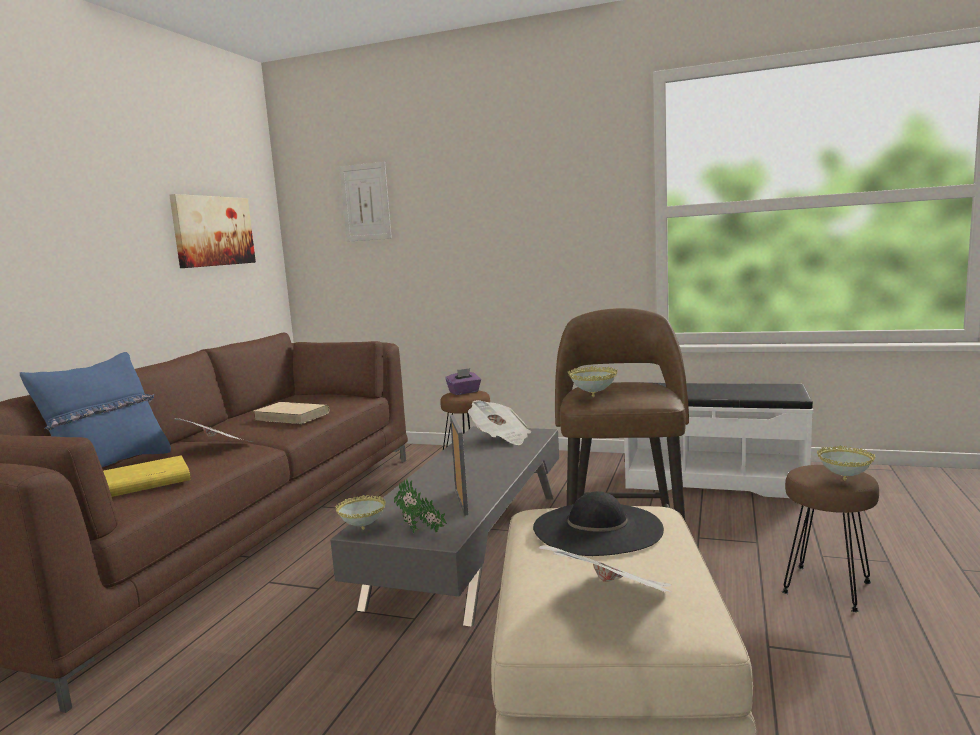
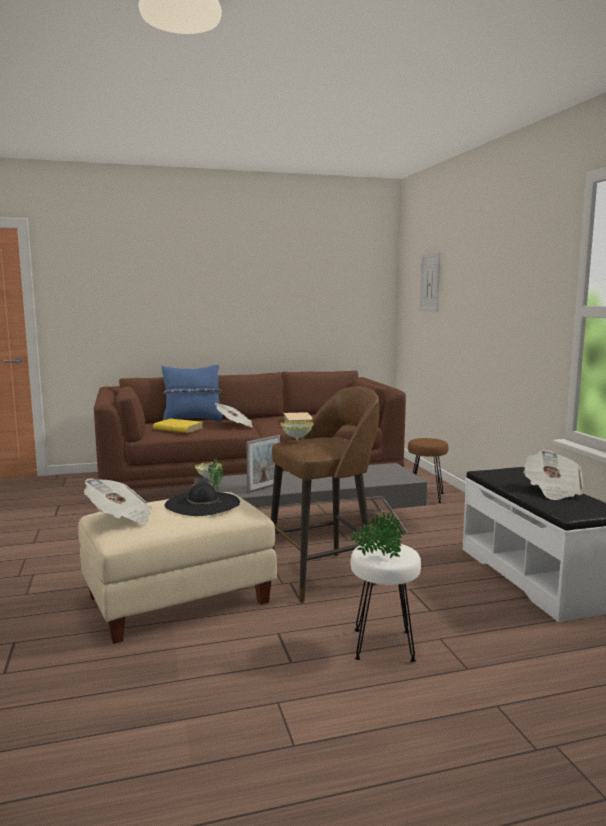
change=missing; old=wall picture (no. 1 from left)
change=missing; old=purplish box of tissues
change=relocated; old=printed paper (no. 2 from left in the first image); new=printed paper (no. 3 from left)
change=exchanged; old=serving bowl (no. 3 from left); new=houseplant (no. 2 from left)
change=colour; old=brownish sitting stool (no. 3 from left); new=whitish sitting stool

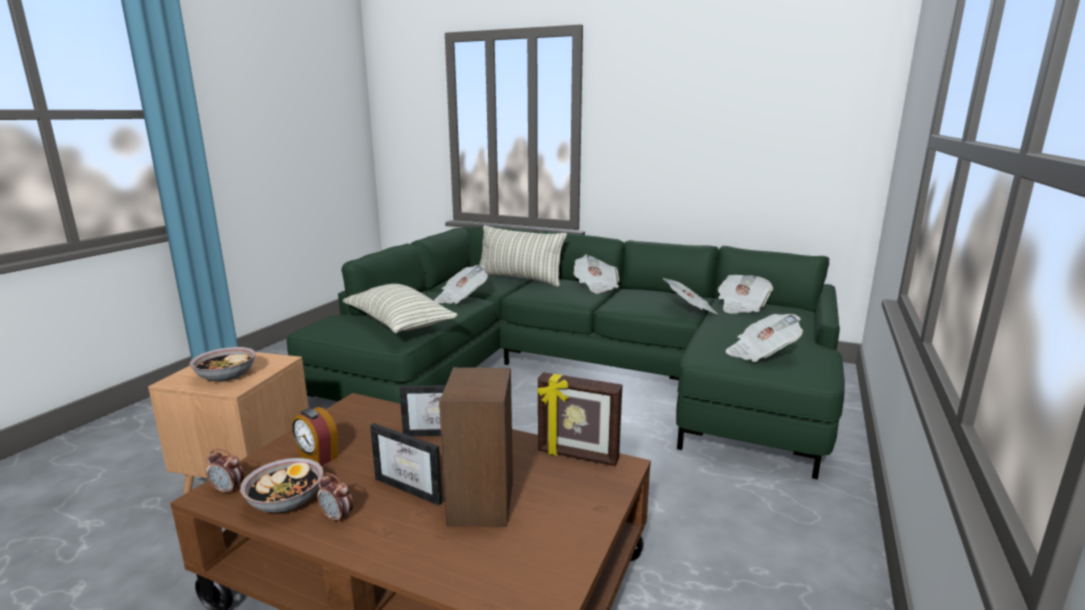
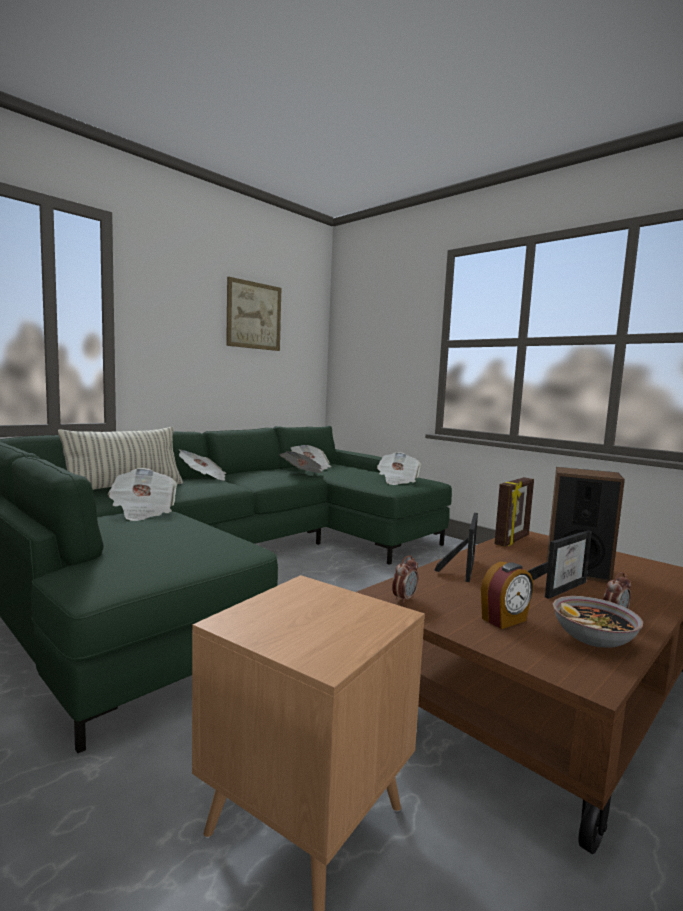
change=missing; old=serving bowl (no. 1 from left)
change=missing; old=cushion (no. 1 from left)
change=appeared; new=wall picture
change=relocated; old=table clock (no. 1 from left)

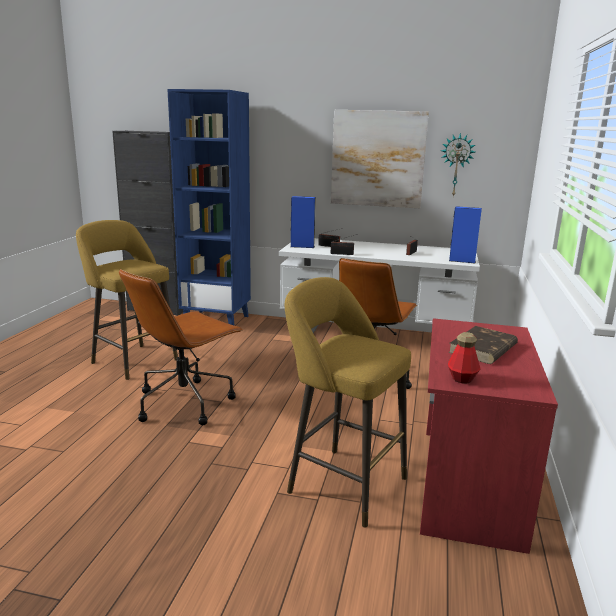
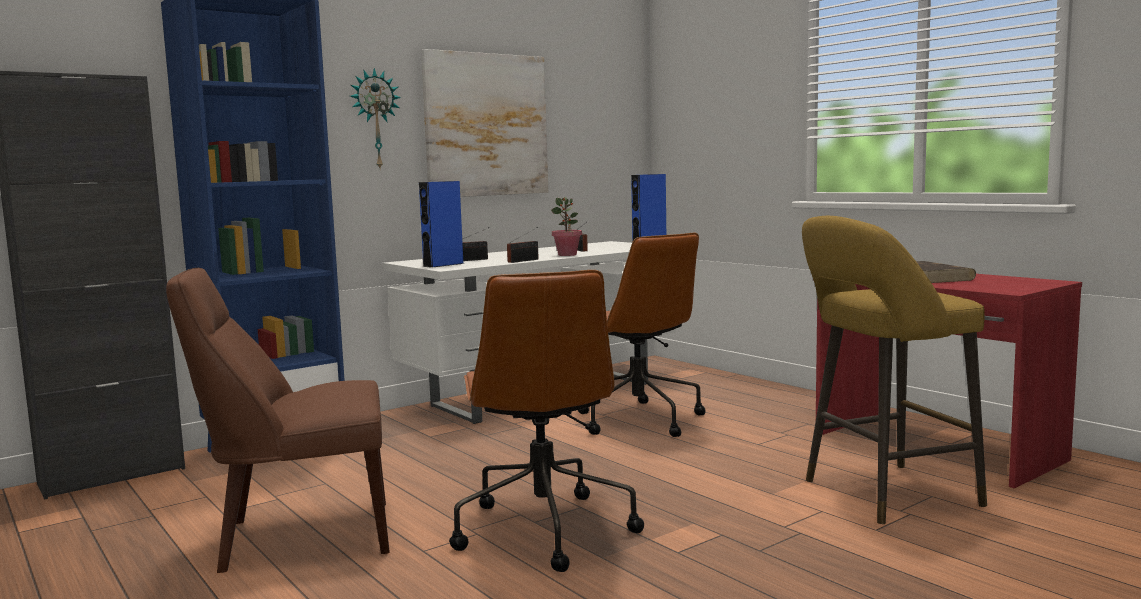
change=missing; old=bottle
change=appeared; new=houseplant
change=relocated; old=clock on the wall
change=exchanged; old=yellow-coloured sitting stool (no. 1 from left); new=brownish plain chair

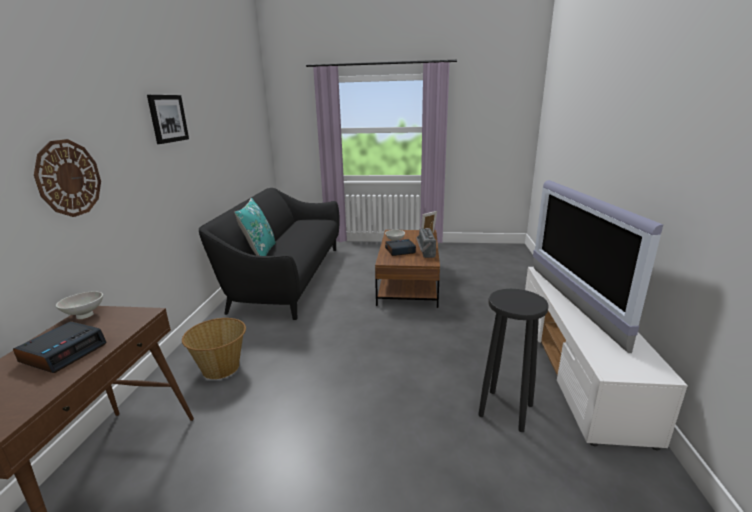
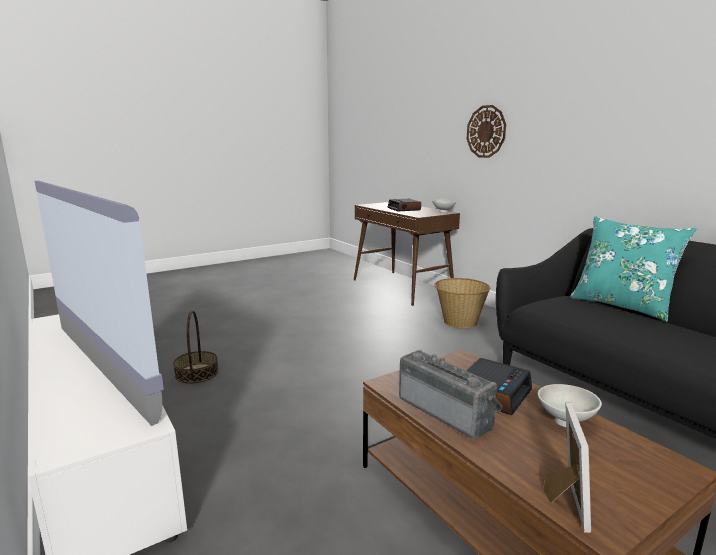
change=missing; old=wall picture
change=exchanged; old=black sitting stool; new=basket (no. 1 from left)

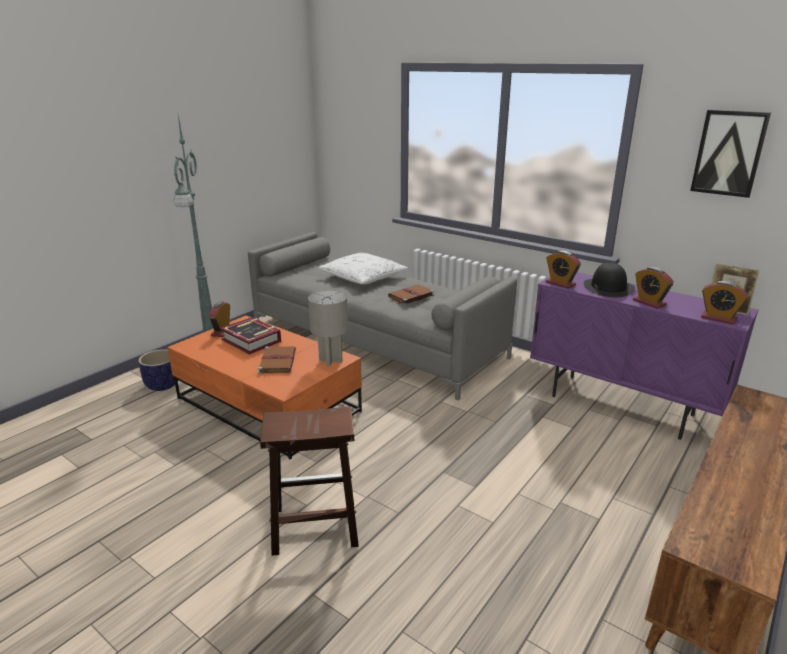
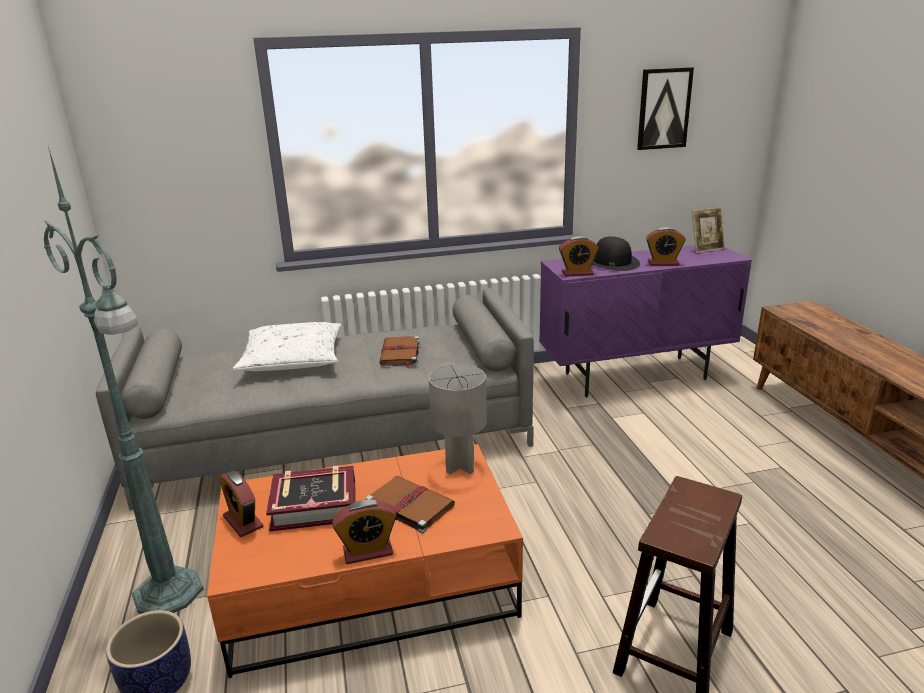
change=relocated; old=table clock (no. 4 from left in the first image); new=table clock (no. 2 from left)

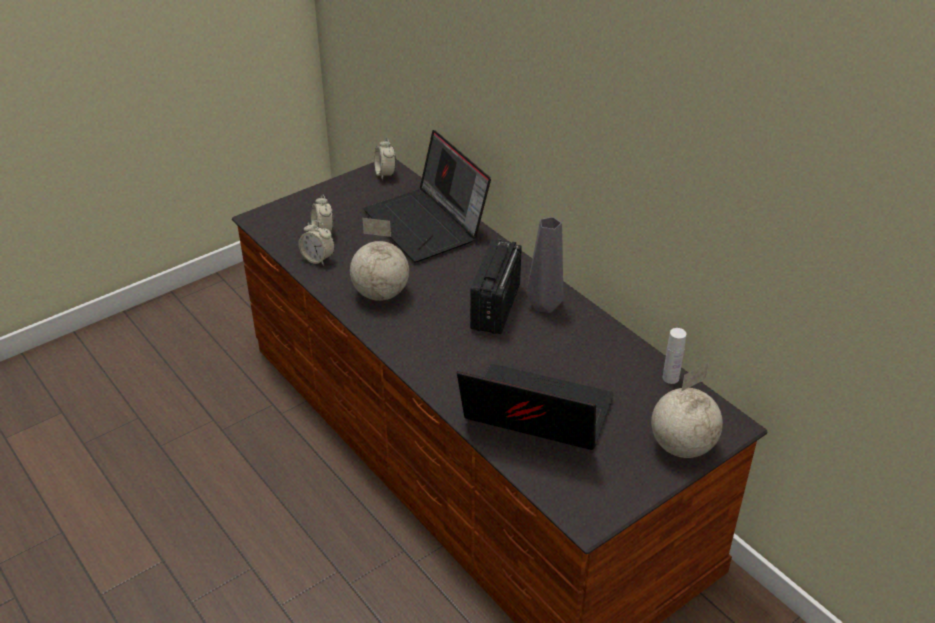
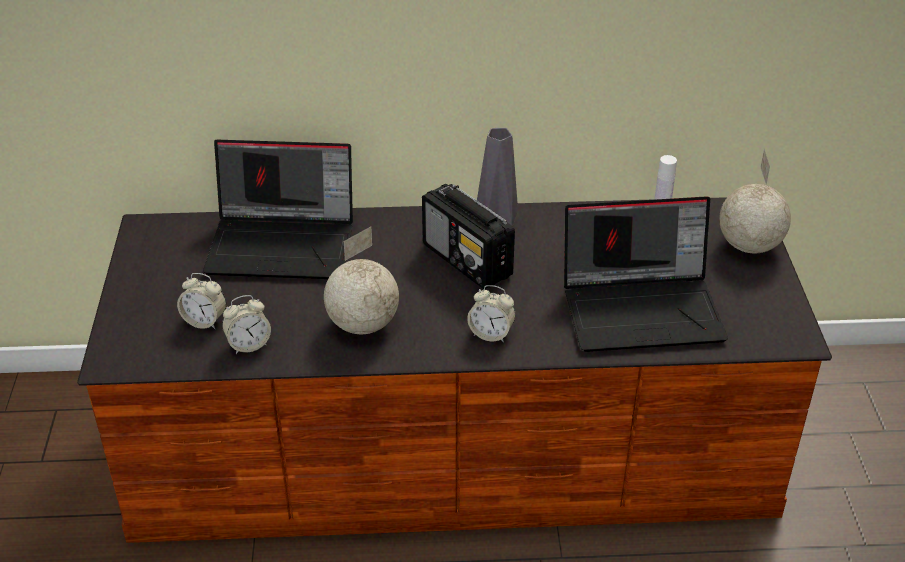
change=relocated; old=table clock (no. 3 from left)
change=spun; old=notebook computer (no. 2 from left); degrees=-150

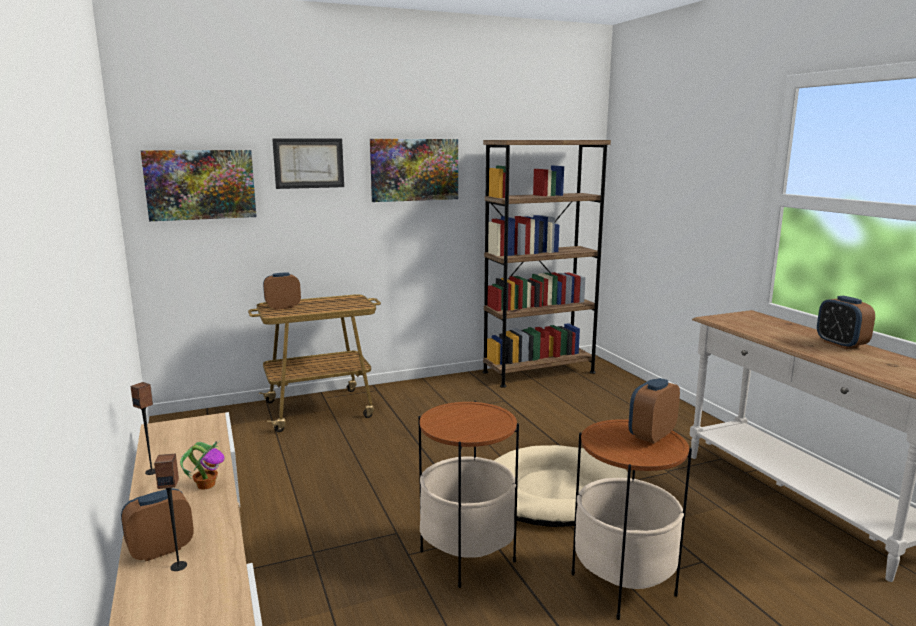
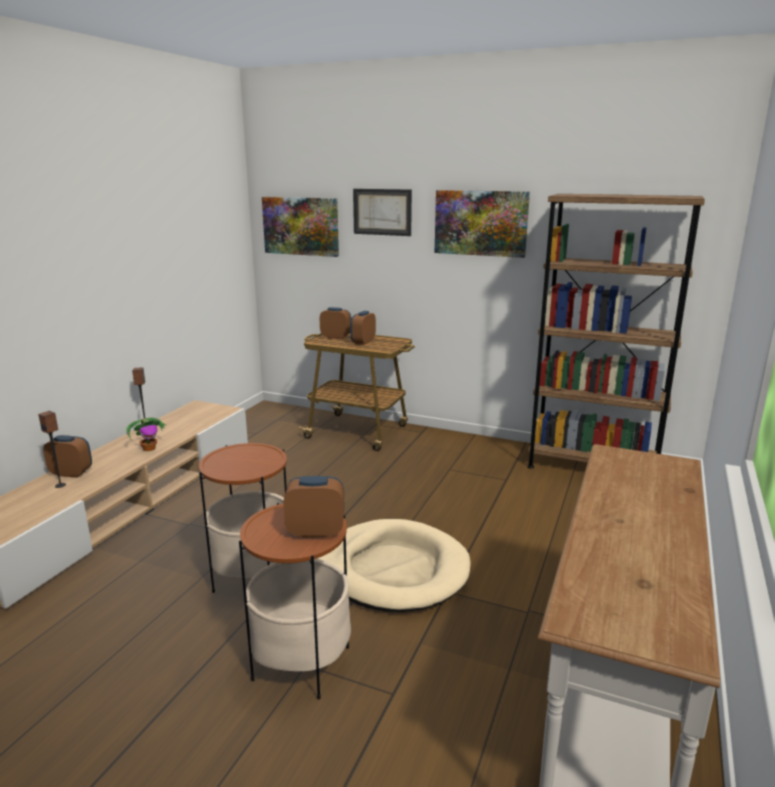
change=relocated; old=table clock (no. 4 from left)

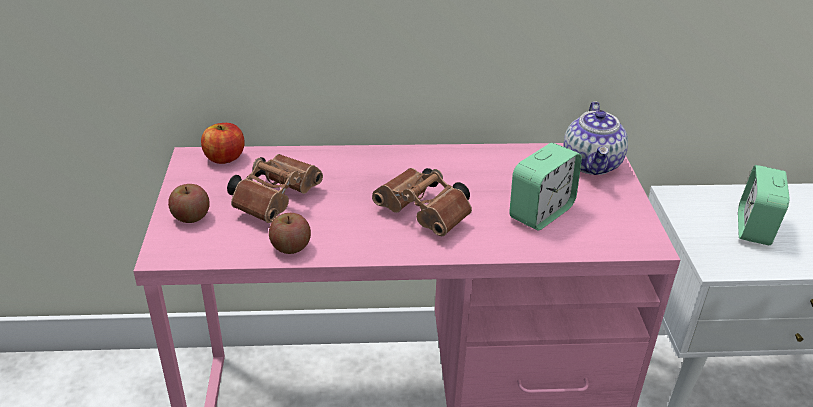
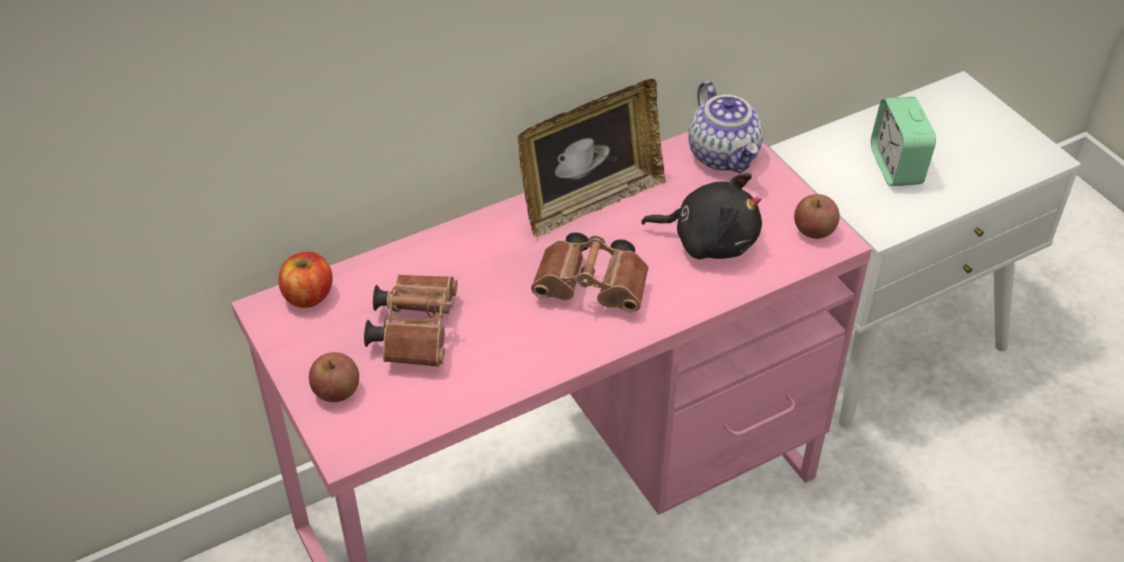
change=appeared; new=standing frame
change=relocated; old=apple fruit (no. 3 from left)
change=exchanged; old=table clock (no. 1 from left); new=black plush toy

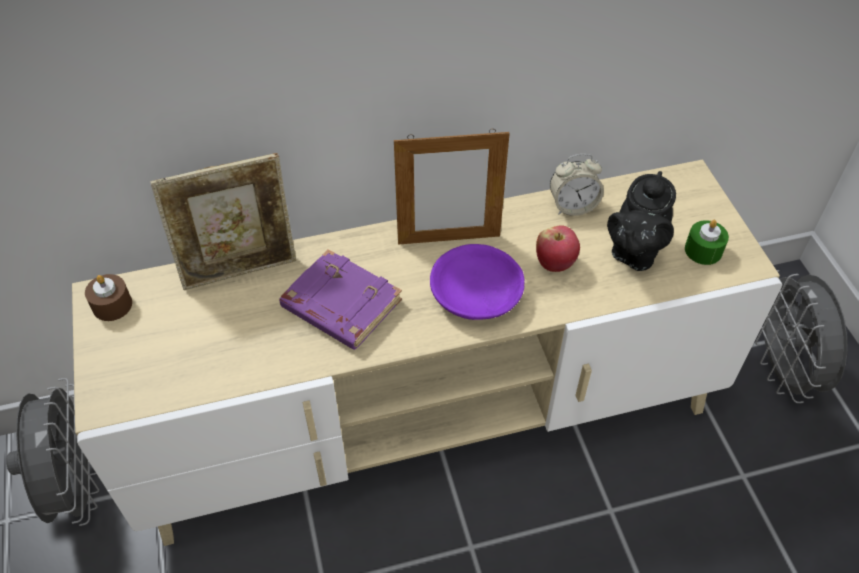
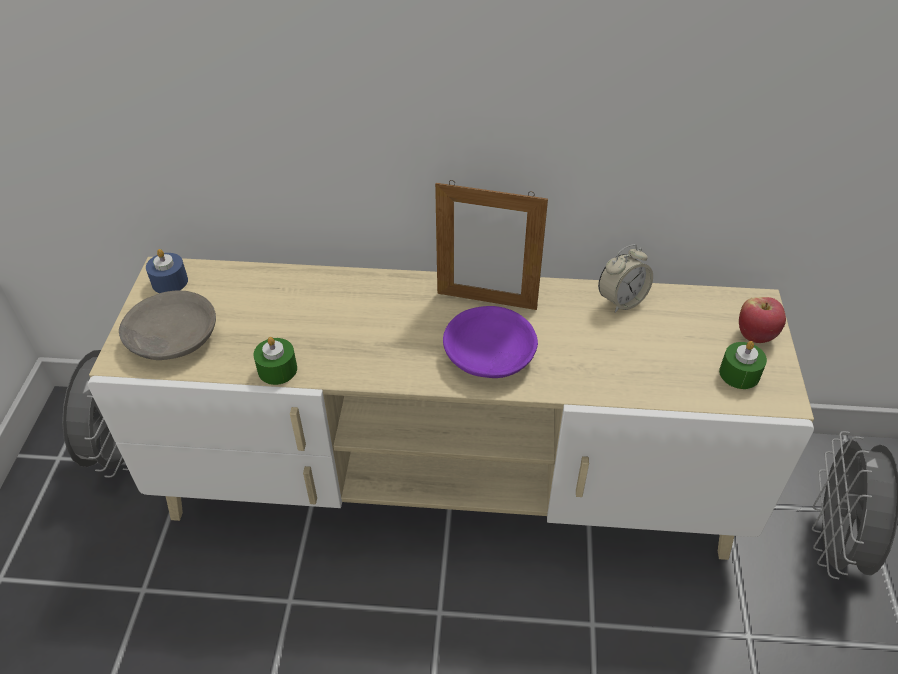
change=missing; old=standing frame (no. 1 from left)
change=missing; old=purplish volume
change=missing; old=black teapot
change=appeared; new=gray serving bowl
change=appeared; new=green-coloured wax candle (no. 1 from left)
change=relocated; old=apple fruit
change=colour; old=brownish wax candle; new=blue-coloured wax candle
change=spun; old=table clock; degrees=-45

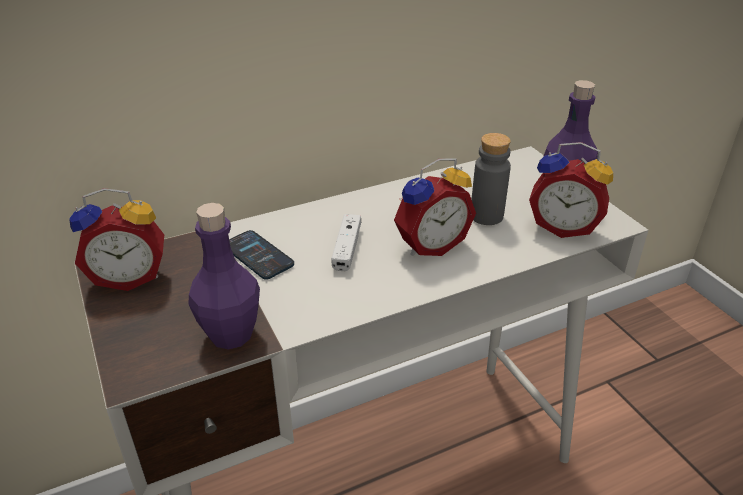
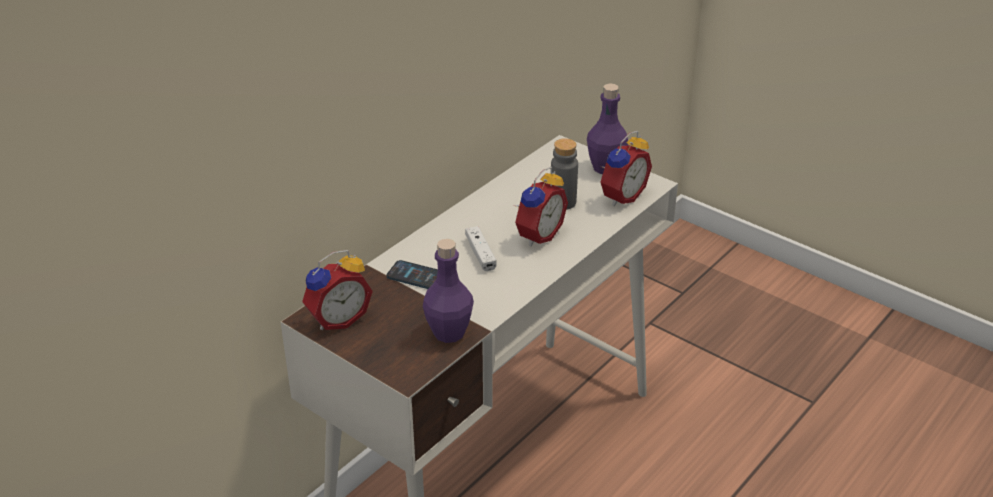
change=spun; old=table clock (no. 3 from left); degrees=-45

